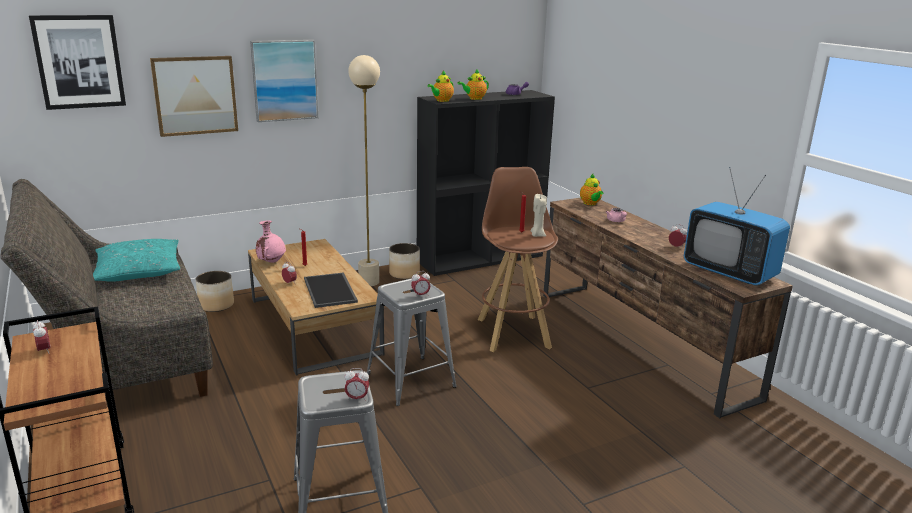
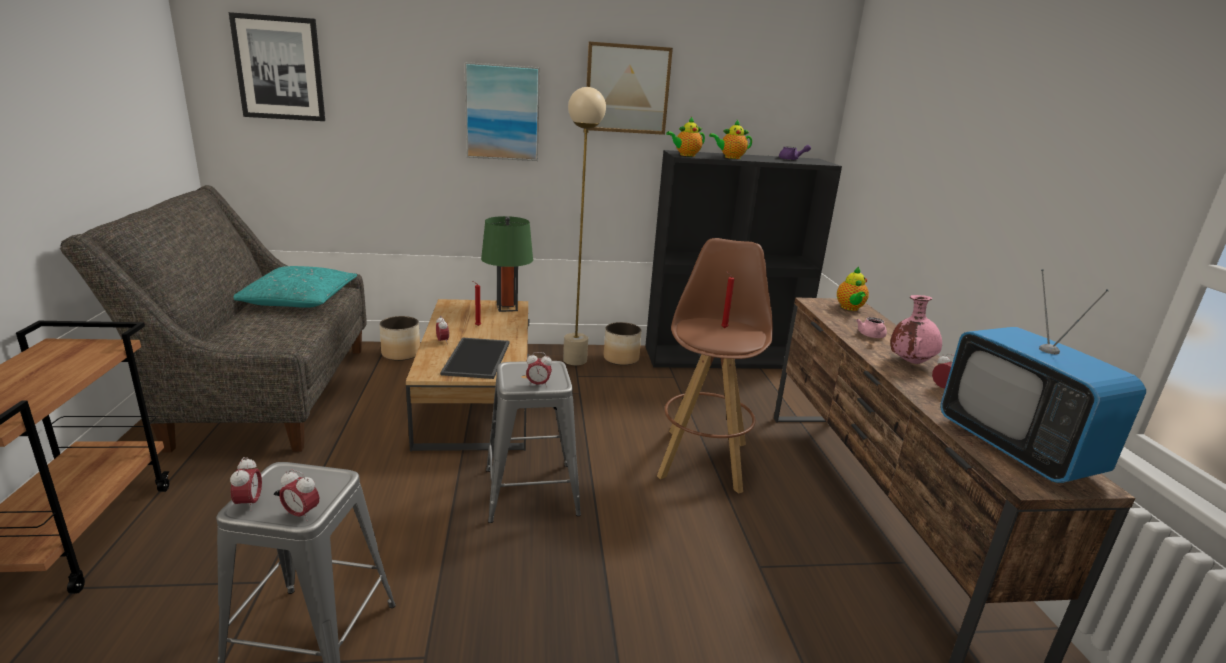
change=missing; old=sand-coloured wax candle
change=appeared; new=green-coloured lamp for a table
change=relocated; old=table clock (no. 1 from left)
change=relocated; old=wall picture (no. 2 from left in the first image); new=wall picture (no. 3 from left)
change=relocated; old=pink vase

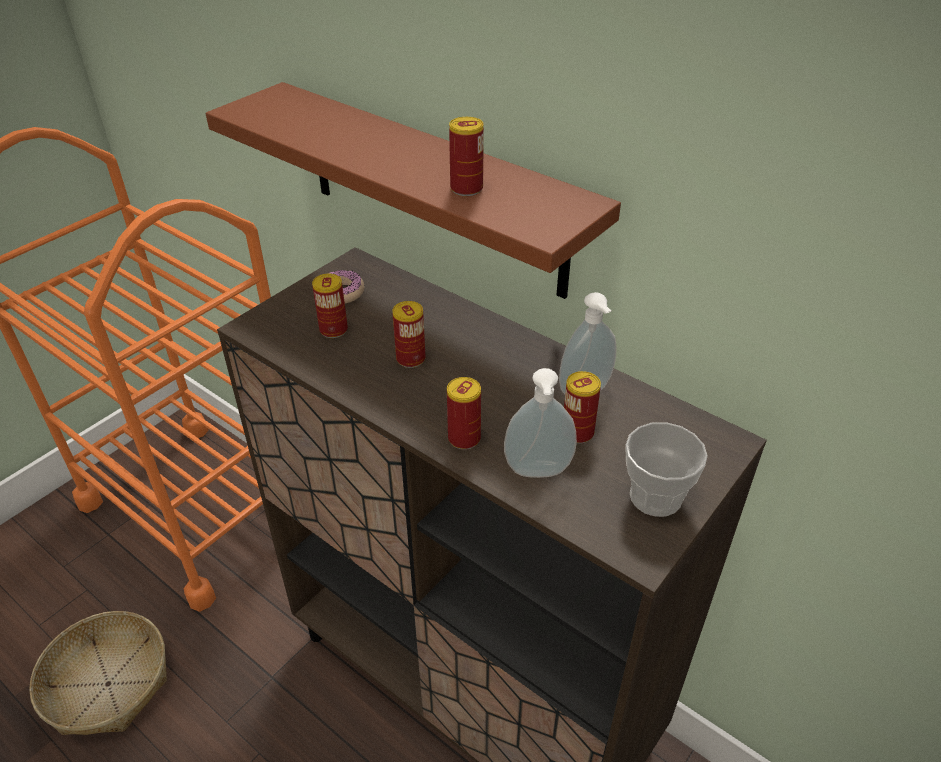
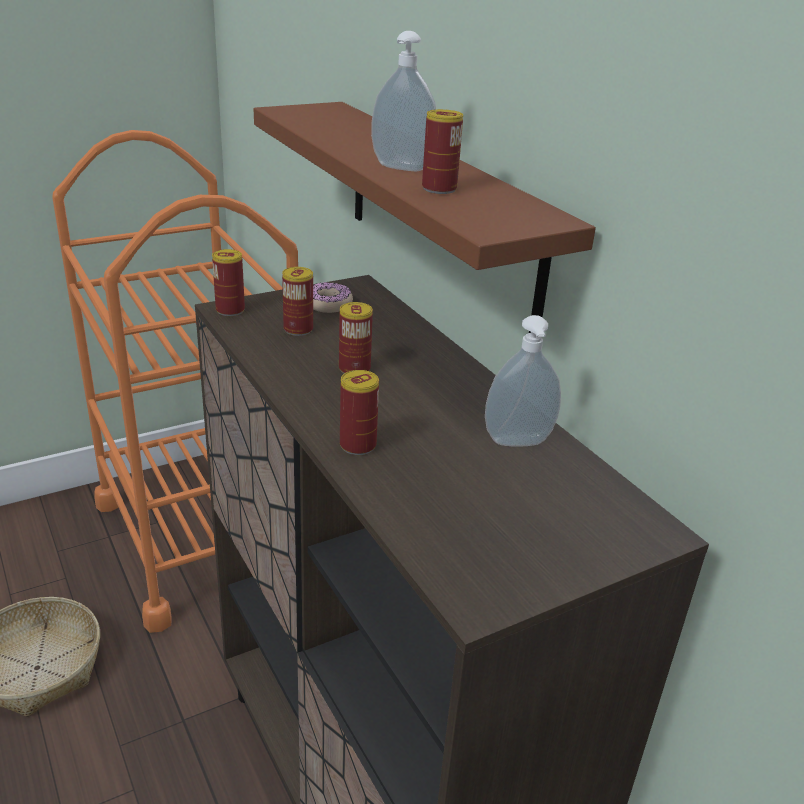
change=missing; old=cup
change=relocated; old=soap bottle (no. 1 from left)
change=relocated; old=metal can (no. 5 from left in the first image); new=metal can (no. 1 from left)

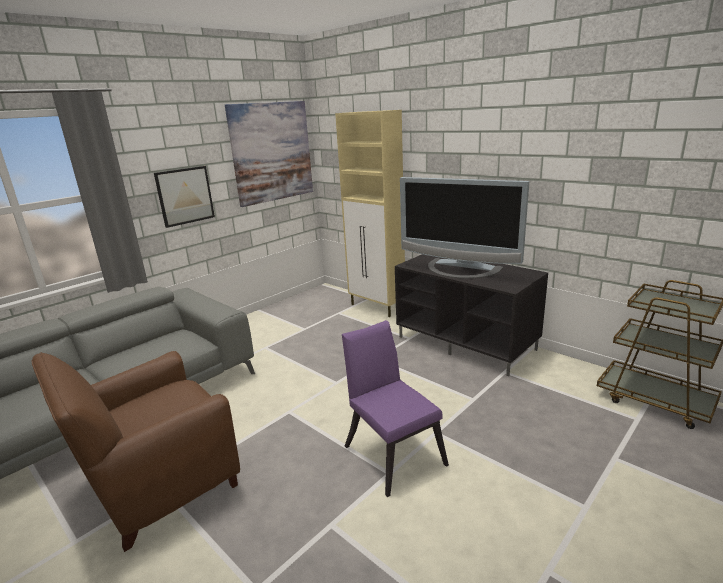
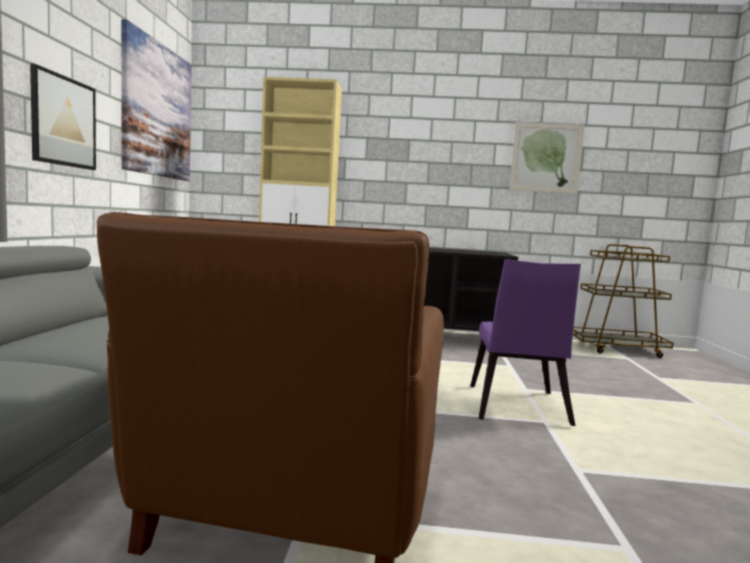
change=missing; old=TV set
change=appeared; new=wall picture (no. 3 from left)
change=spun; old=purplish plain chair; degrees=-105

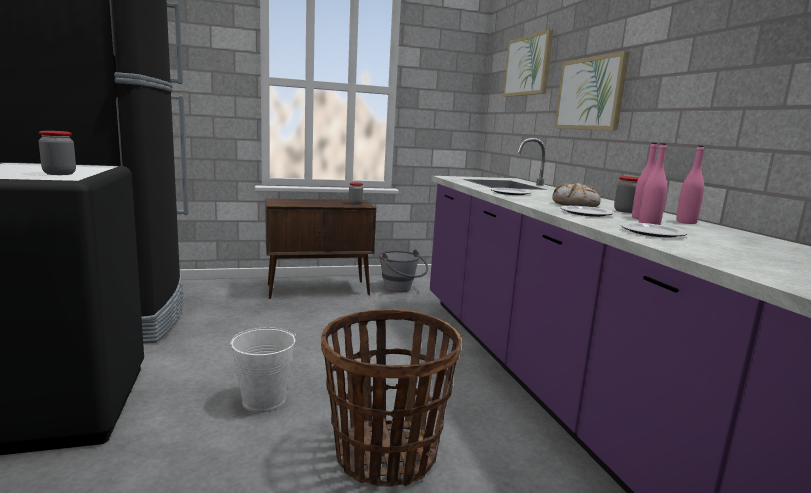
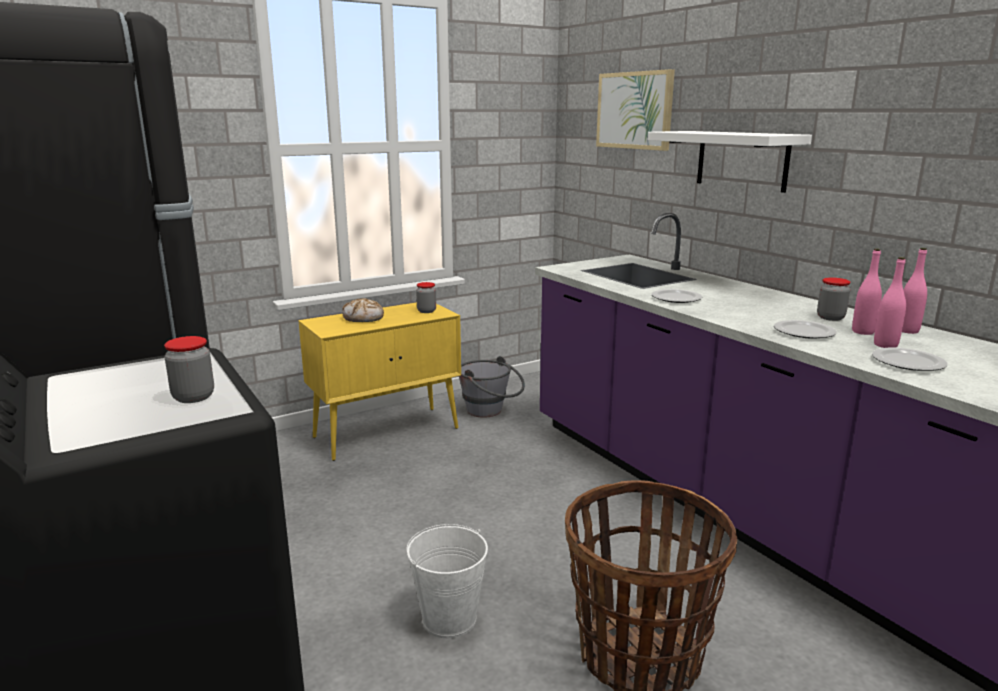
change=relocated; old=bakery bread
change=exchanged; old=wall picture (no. 2 from left); new=whitish bracket shelf
change=colour; old=brownish storage cabinet; new=yellow-coloured storage cabinet

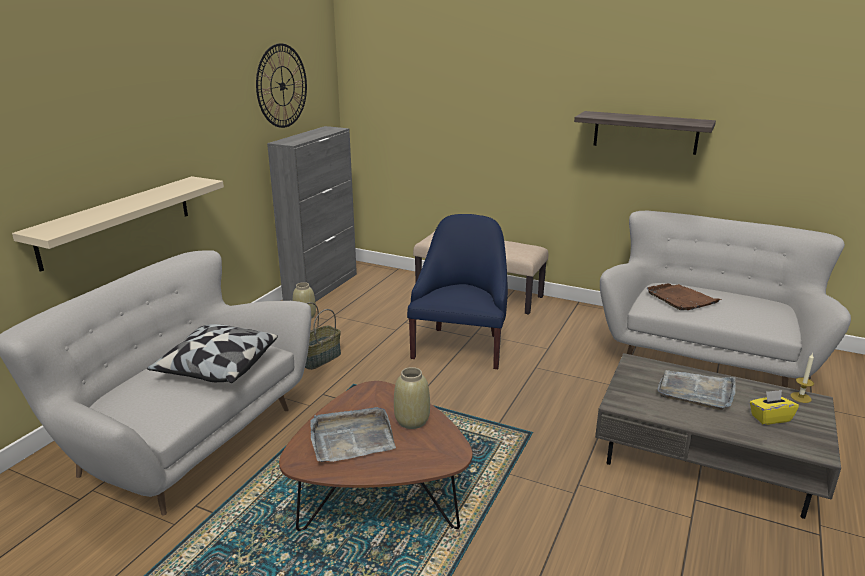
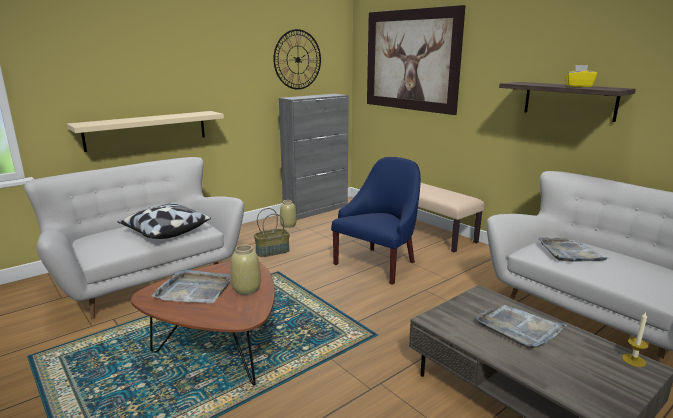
change=appeared; new=wall picture
change=relocated; old=yellow-coloured box of tissues
change=colour; old=brownish carrying tray; new=gray carrying tray (no. 3 from left)

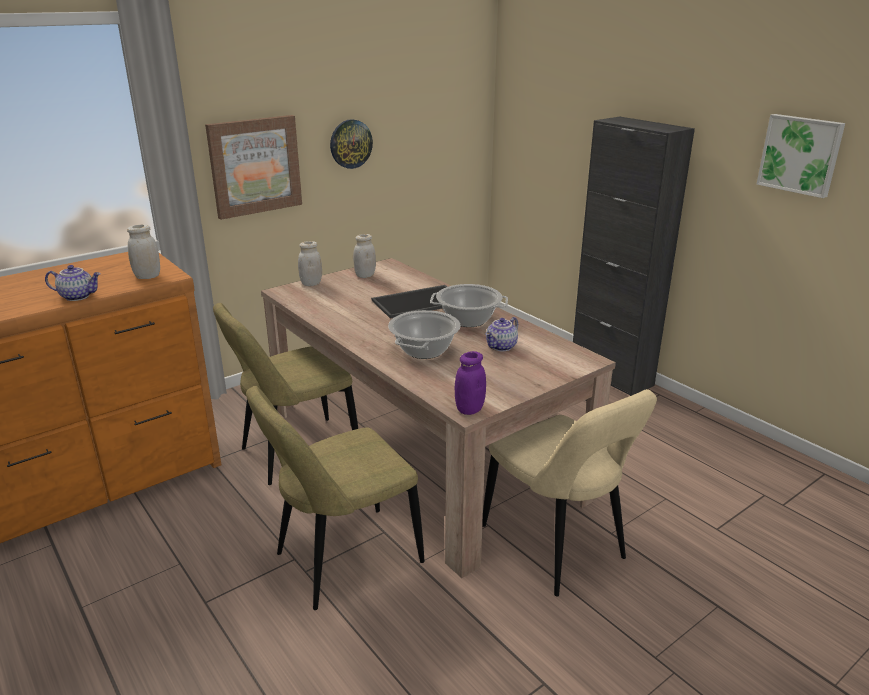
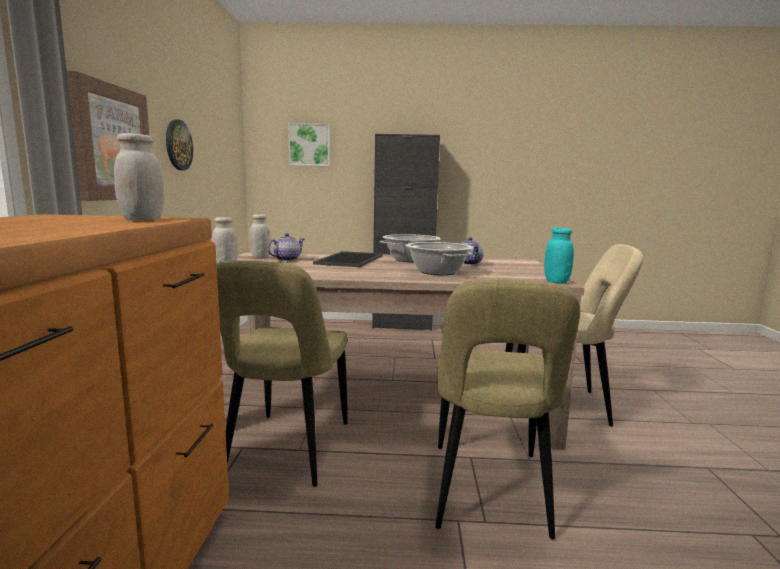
change=relocated; old=teapot (no. 1 from left)
change=relocated; old=wall picture (no. 2 from left)
change=colour; old=purplish preserve jar; new=turquoise preserve jar

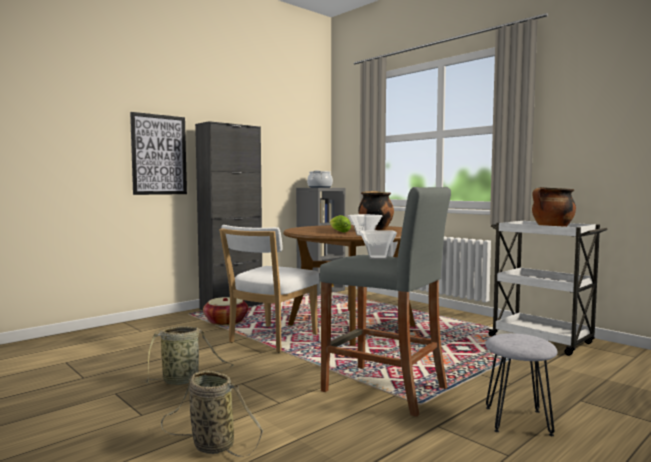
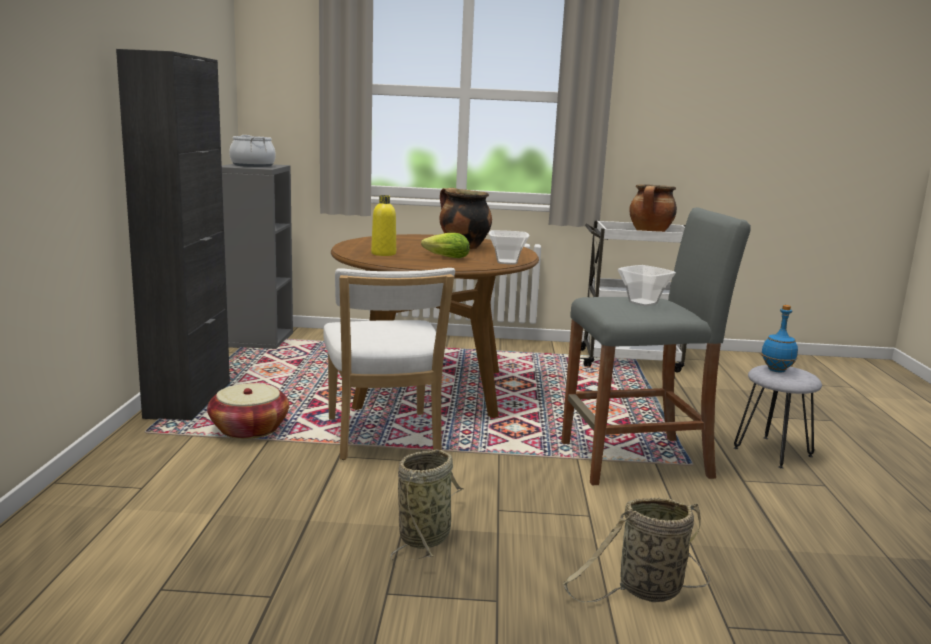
change=missing; old=wall picture
change=appeared; new=yellow-coloured bottle
change=appeared; new=blue-coloured bottle

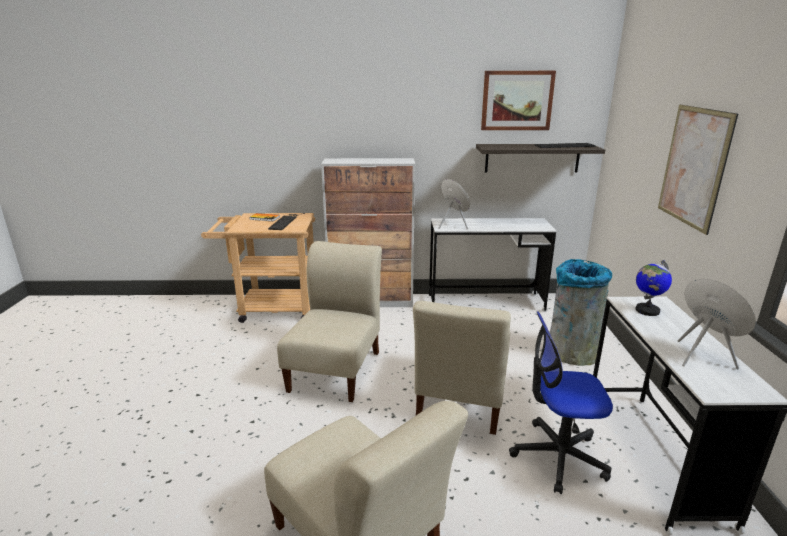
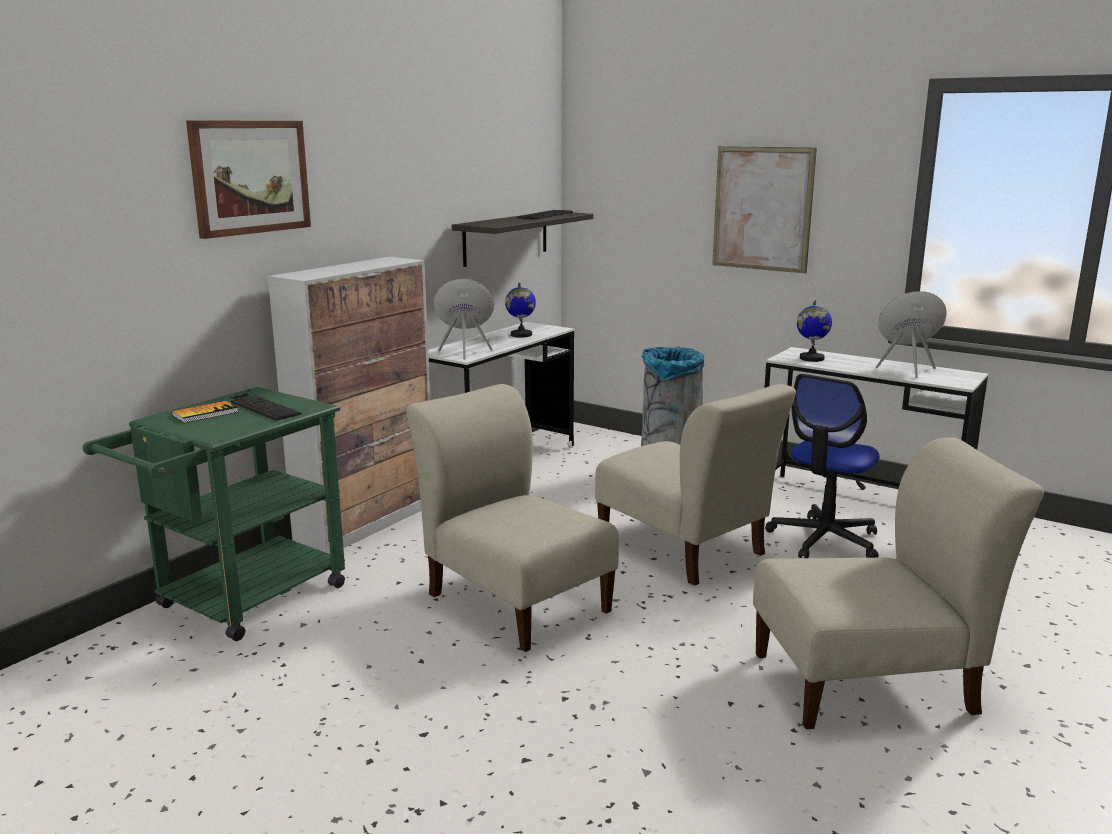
change=appeared; new=world globe (no. 1 from left)
change=relocated; old=wall picture (no. 1 from left)
change=colour; old=sand-coloured wheeled cart; new=green-coloured wheeled cart

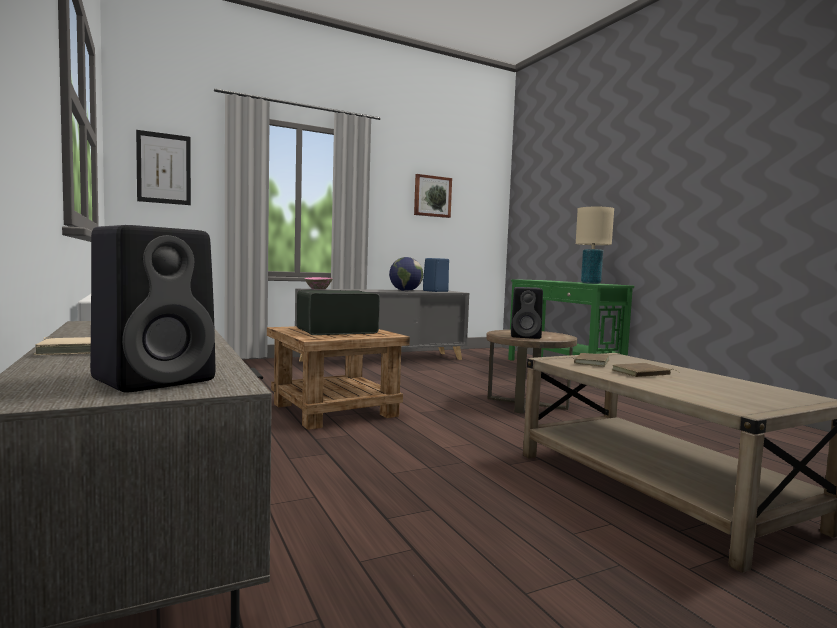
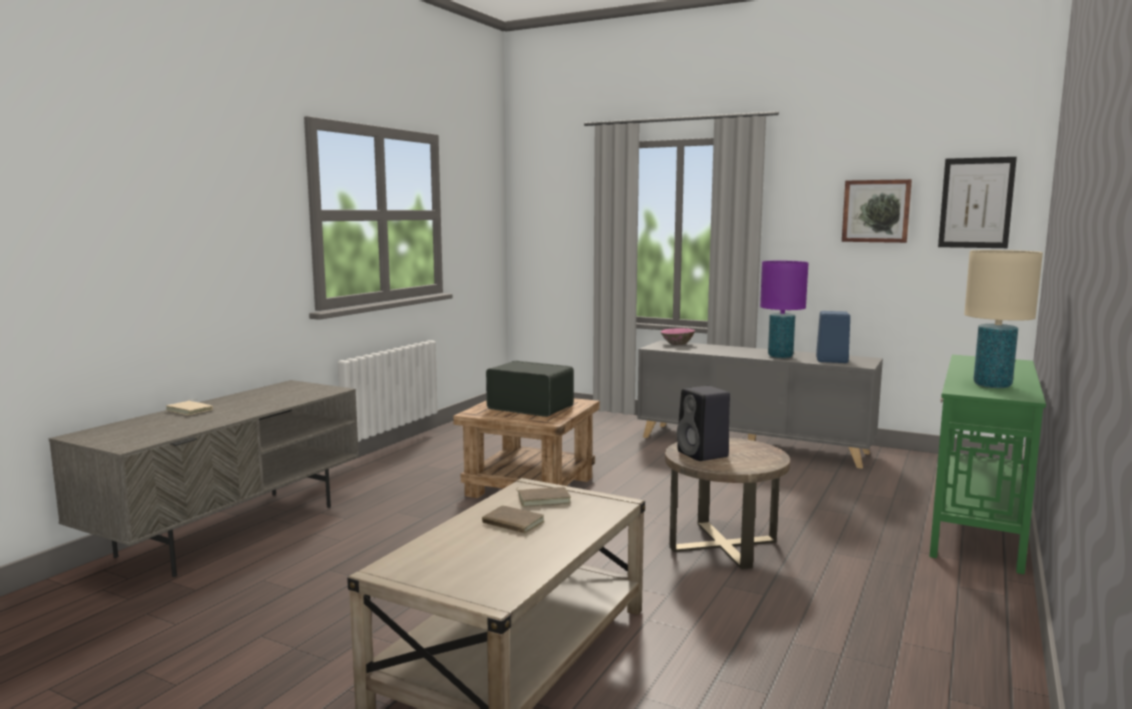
change=missing; old=black speaker (no. 1 from left)
change=relocated; old=wall picture (no. 1 from left in the first image); new=wall picture (no. 2 from left)
change=exchanged; old=world globe; new=purplish lamp for a table

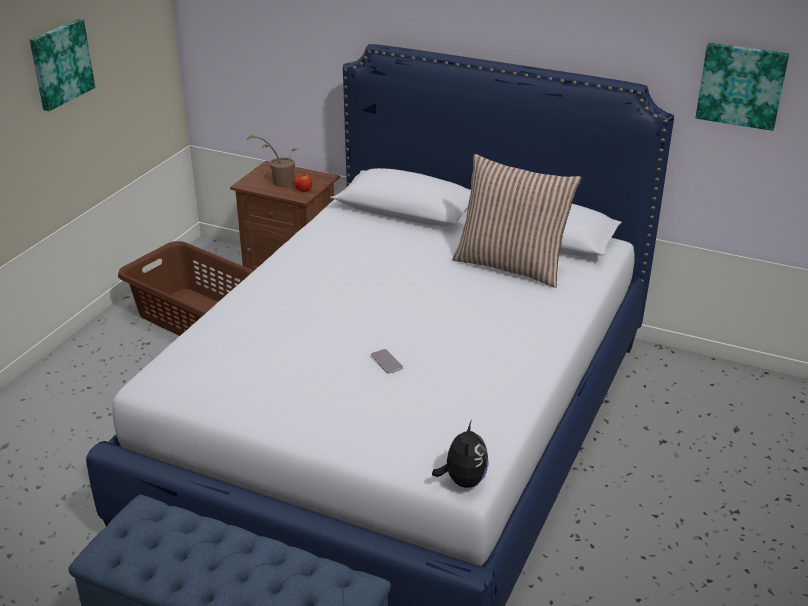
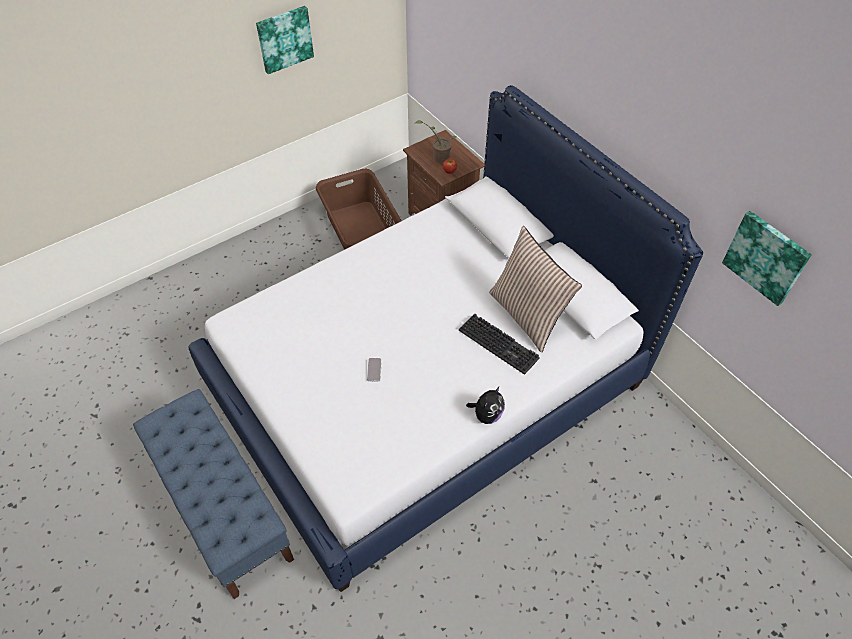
change=appeared; new=keyboard
change=relocated; old=plush toy

